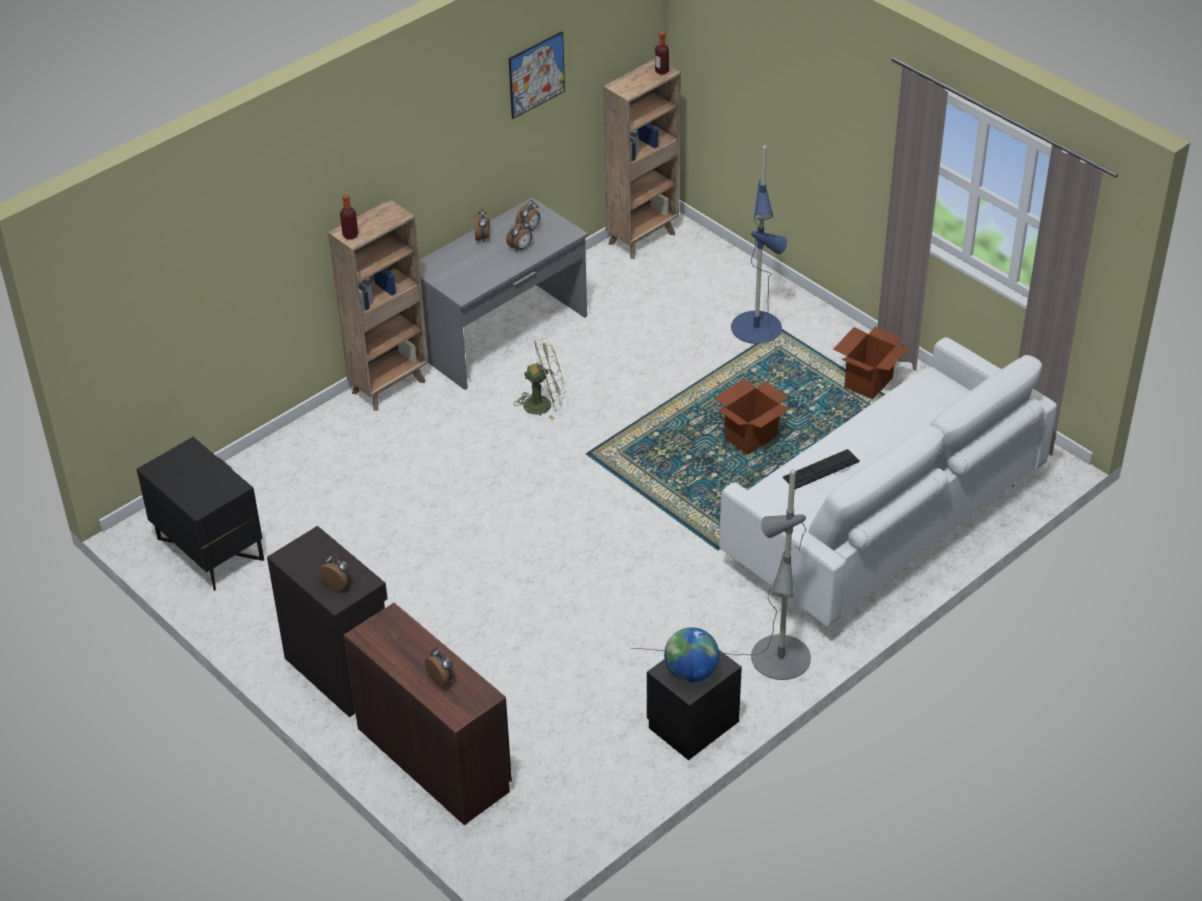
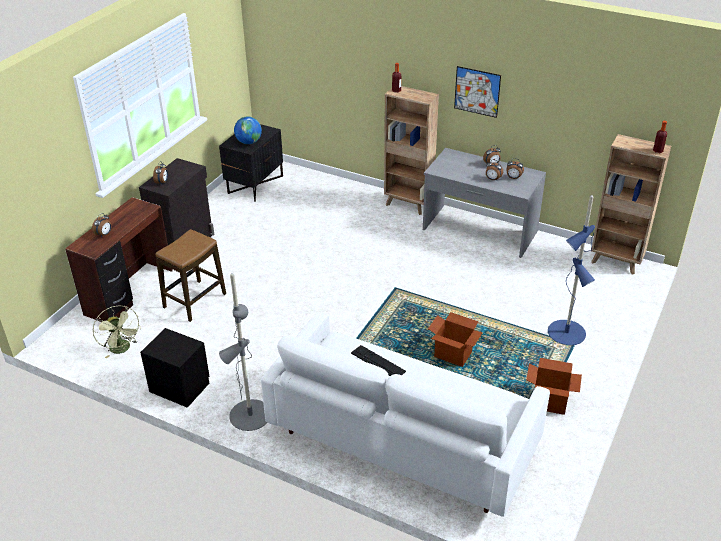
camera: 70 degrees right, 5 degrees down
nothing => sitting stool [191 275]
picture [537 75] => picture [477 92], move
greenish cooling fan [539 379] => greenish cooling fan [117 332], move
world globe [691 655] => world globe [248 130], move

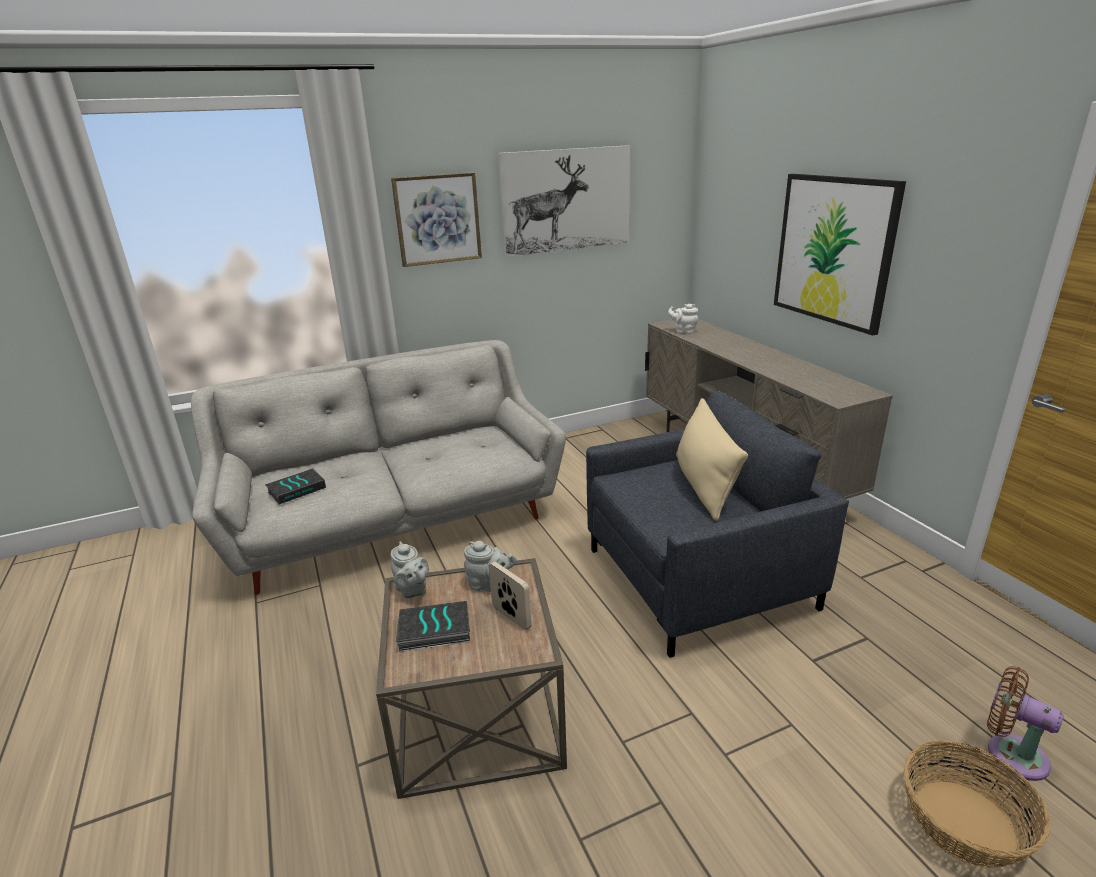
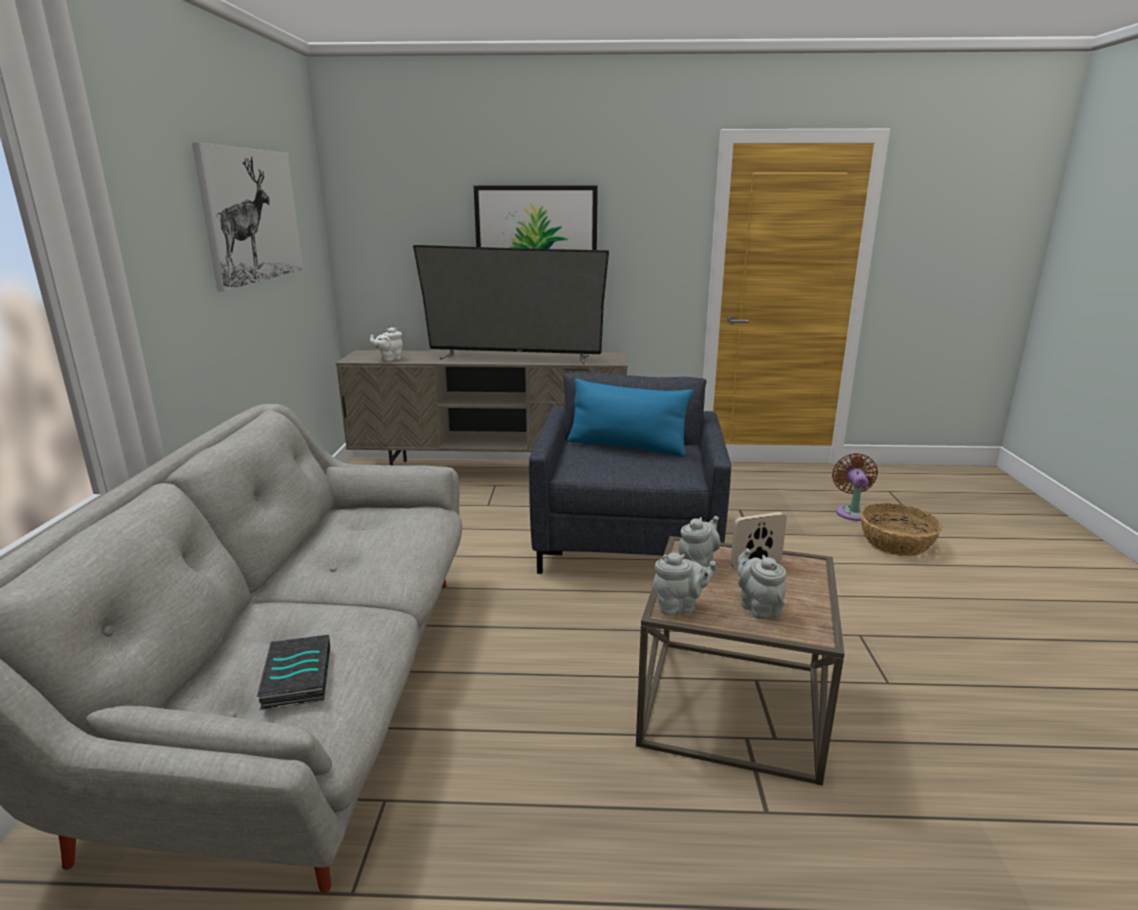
camera: 65 degrees left, 5 degrees down
picture [436 219] => nothing
nothing => TV set [511 304]
volume [433 626] => grey tea pot [761 583]
sand-coloured cushion [712 459] => bluish cushion [630 418]
brownish cooling fan [1025 723] => brownish cooling fan [855 487], 120 degrees clockwise

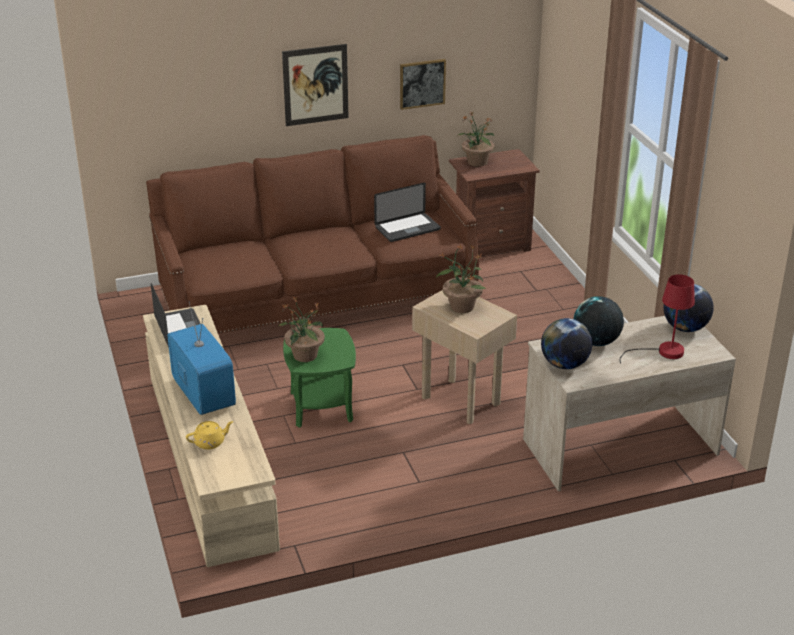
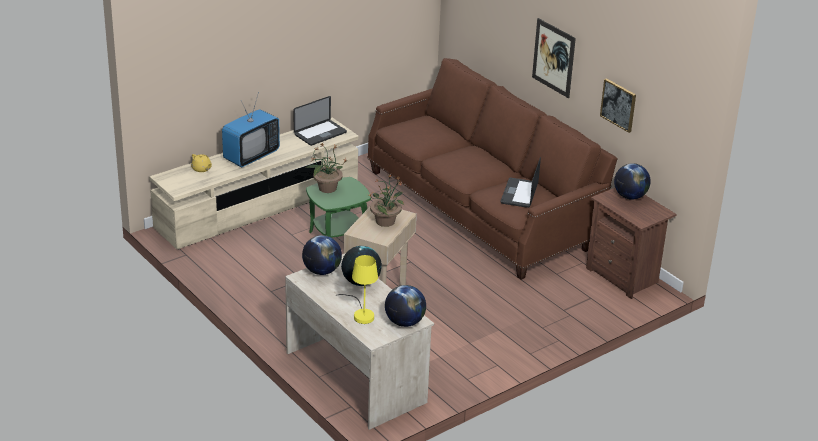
camera: 70 degrees right, 0 degrees up
houseplant [476 139] => world globe [632 181]
red-coloured lamp for a table [657 319] => yellow-coloured lamp for a table [356 289]
laptop [407 212] => laptop [521 182], 60 degrees clockwise

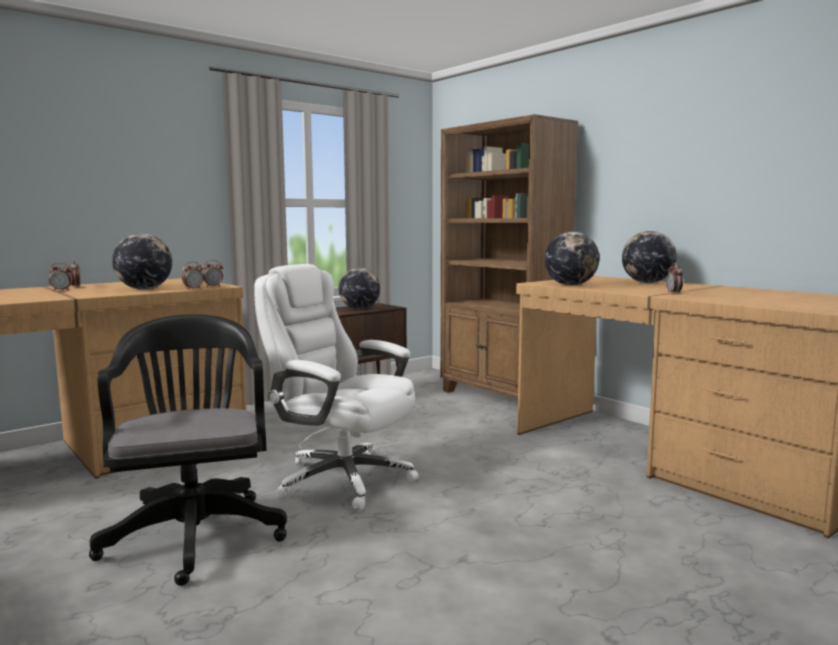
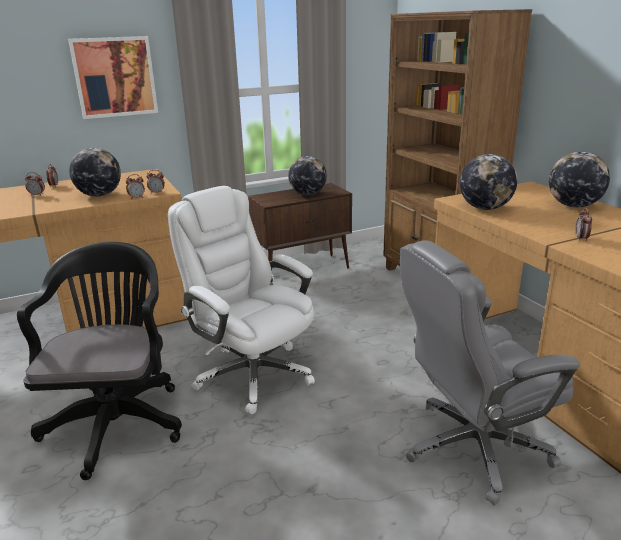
camera: 15 degrees right, 15 degrees up
nothing => picture [113 77]
nothing => grey office chair [490 372]

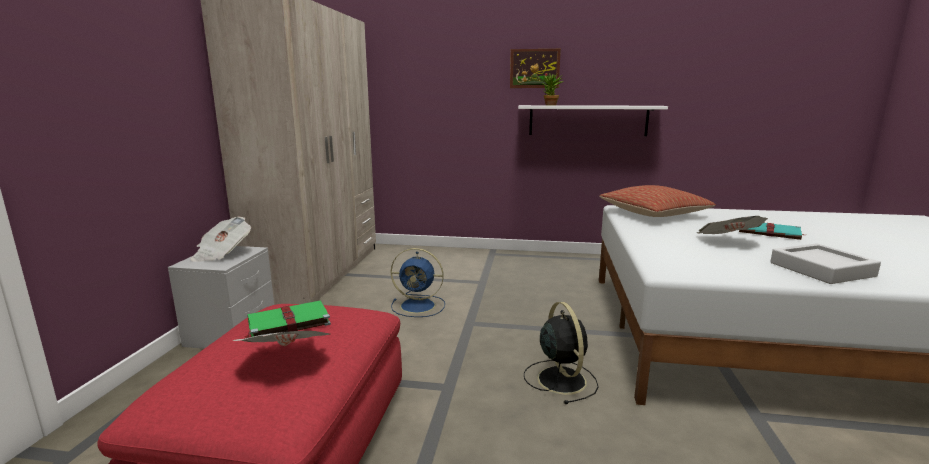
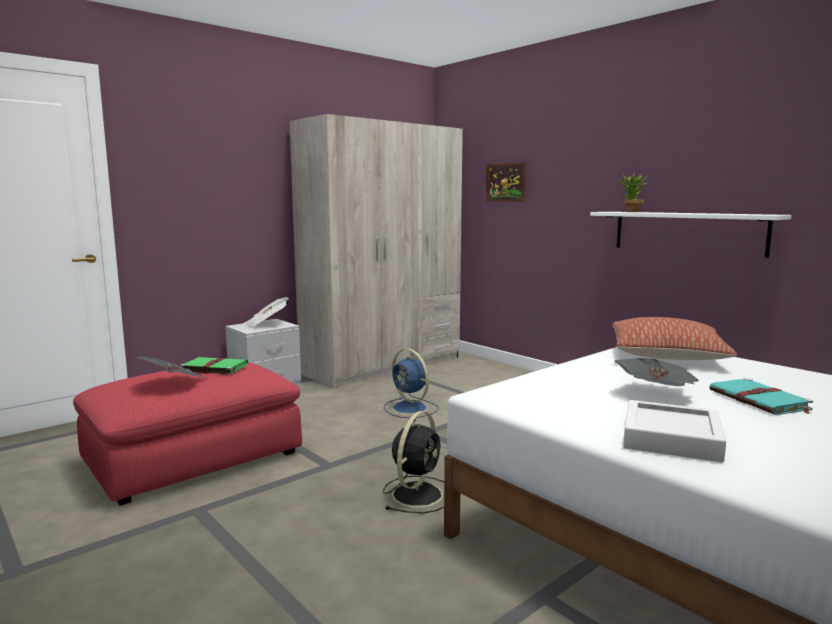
camera: 40 degrees right, 5 degrees down
picture [535 68] => picture [505 182], move

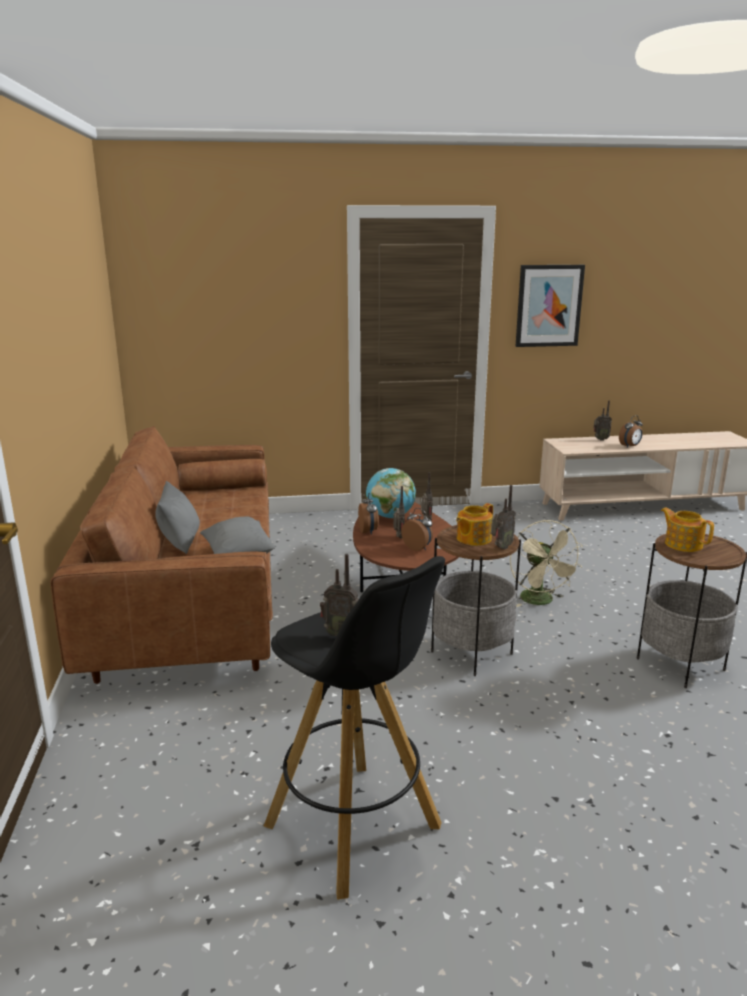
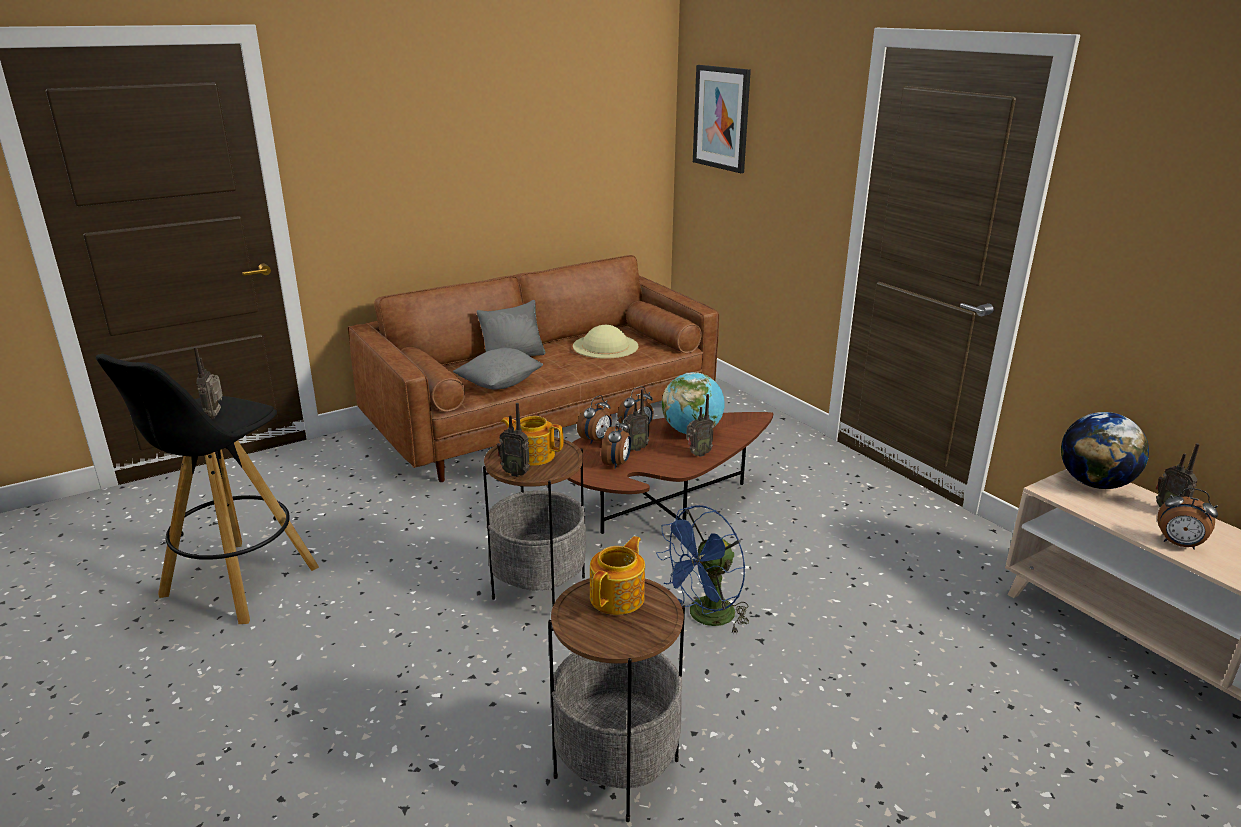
camera: 65 degrees right, 5 degrees up
nothing => sand-coloured wearable hat [606 342]
nothing => alarm clock [594 419]
nothing => world globe [1105 450]
picture [550 306] => picture [722 119], move
sand-coloured cooling fan [546 563] => bluish cooling fan [702 570]

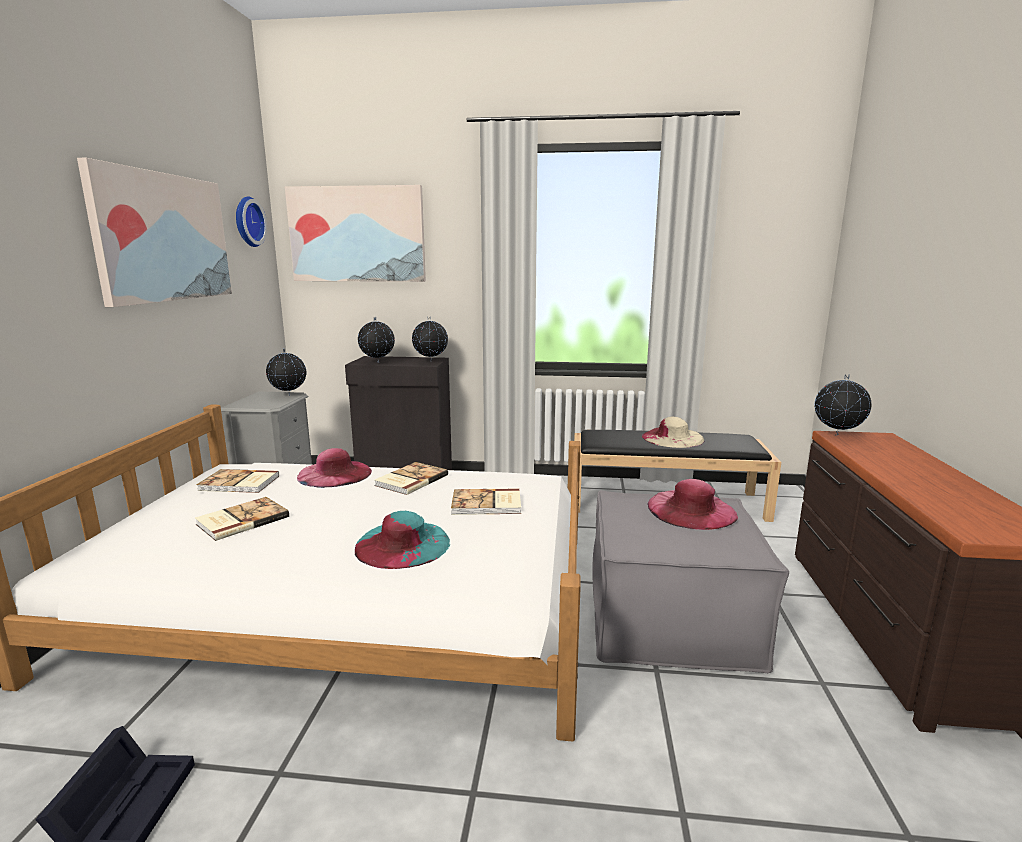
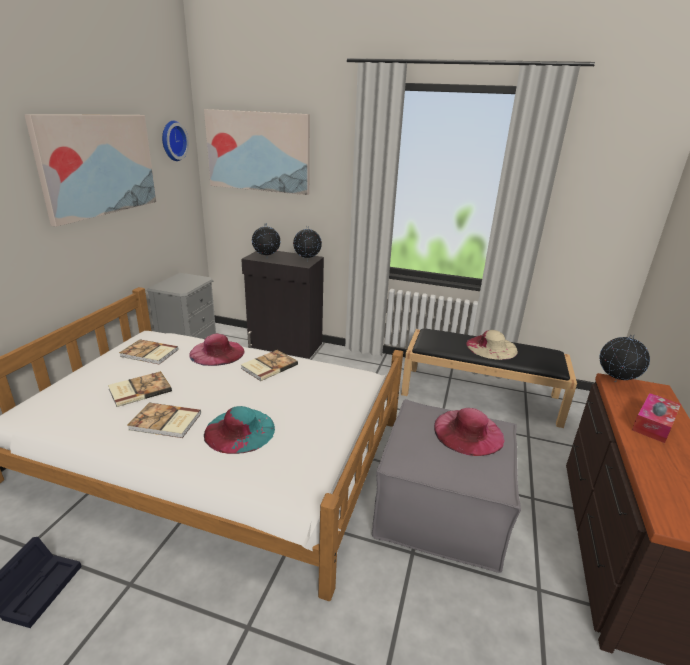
camera: 10 degrees right, 10 degrees up
world globe [286 372] => nothing
nothing => box of tissues [656 418]
volume [486 502] => volume [164 420], move

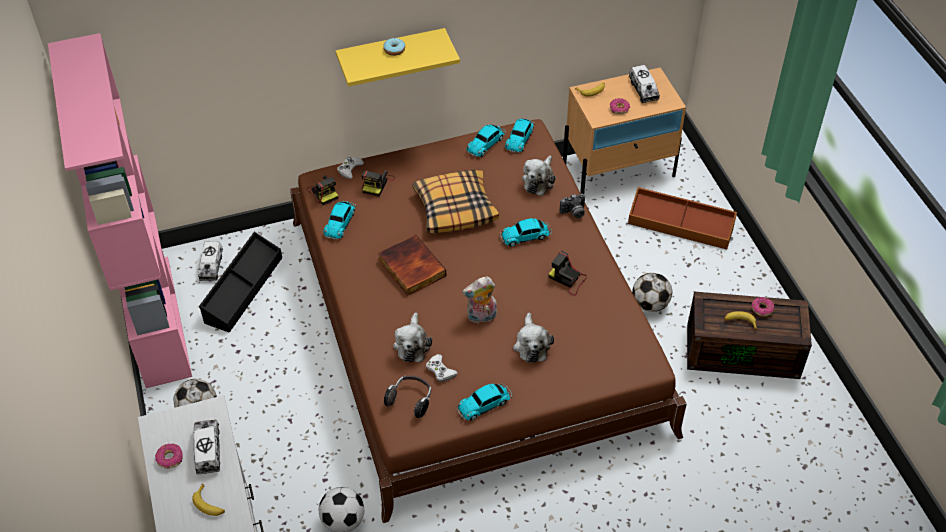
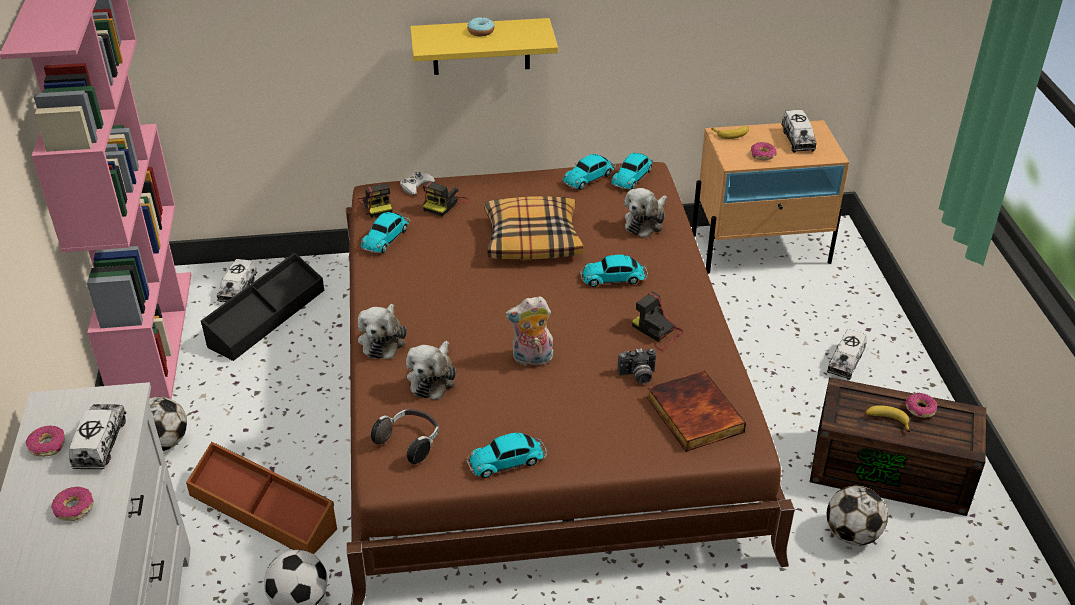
camera: 10 degrees right, 10 degrees down
white gamepad [442 368] => nothing
nothing => model truck [847 354]
volume [412 265] => volume [696 411], move
soft toy [533 338] => soft toy [382 331], move
still camera [572 205] => still camera [637 366], move
brownish storage container [682 218] => brownish storage container [261 498], move
football ball [652 292] => football ball [857 515], move
whole banana [208 500] => donut [72 504]

